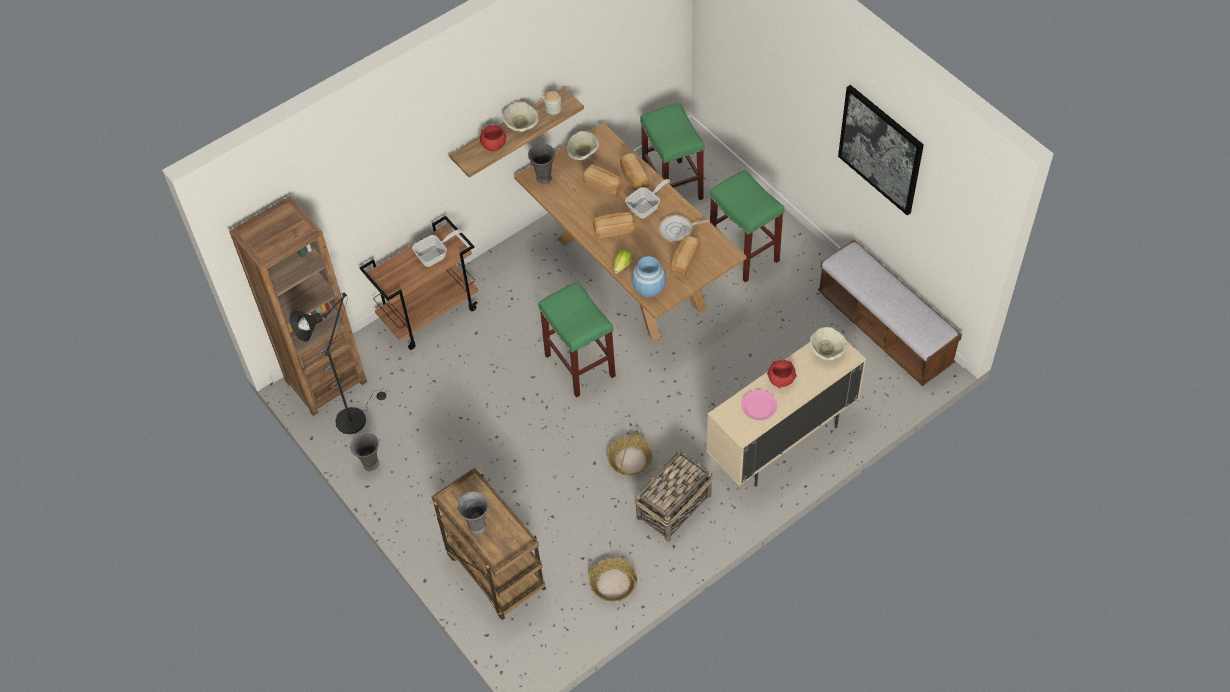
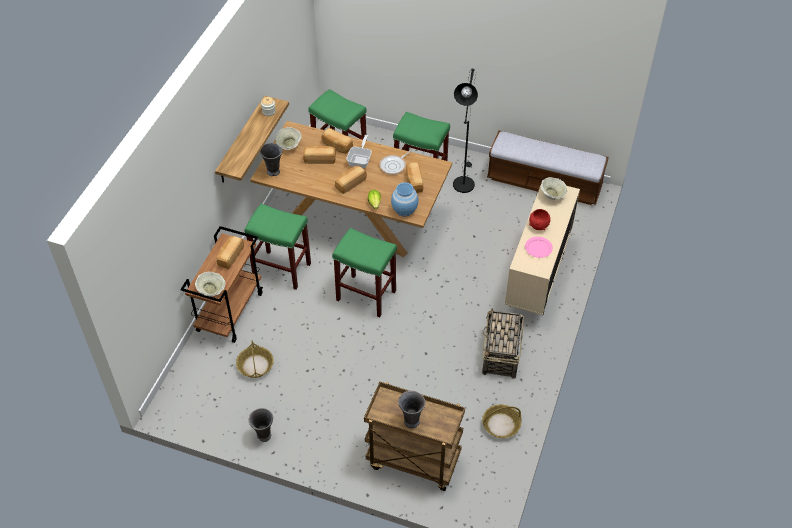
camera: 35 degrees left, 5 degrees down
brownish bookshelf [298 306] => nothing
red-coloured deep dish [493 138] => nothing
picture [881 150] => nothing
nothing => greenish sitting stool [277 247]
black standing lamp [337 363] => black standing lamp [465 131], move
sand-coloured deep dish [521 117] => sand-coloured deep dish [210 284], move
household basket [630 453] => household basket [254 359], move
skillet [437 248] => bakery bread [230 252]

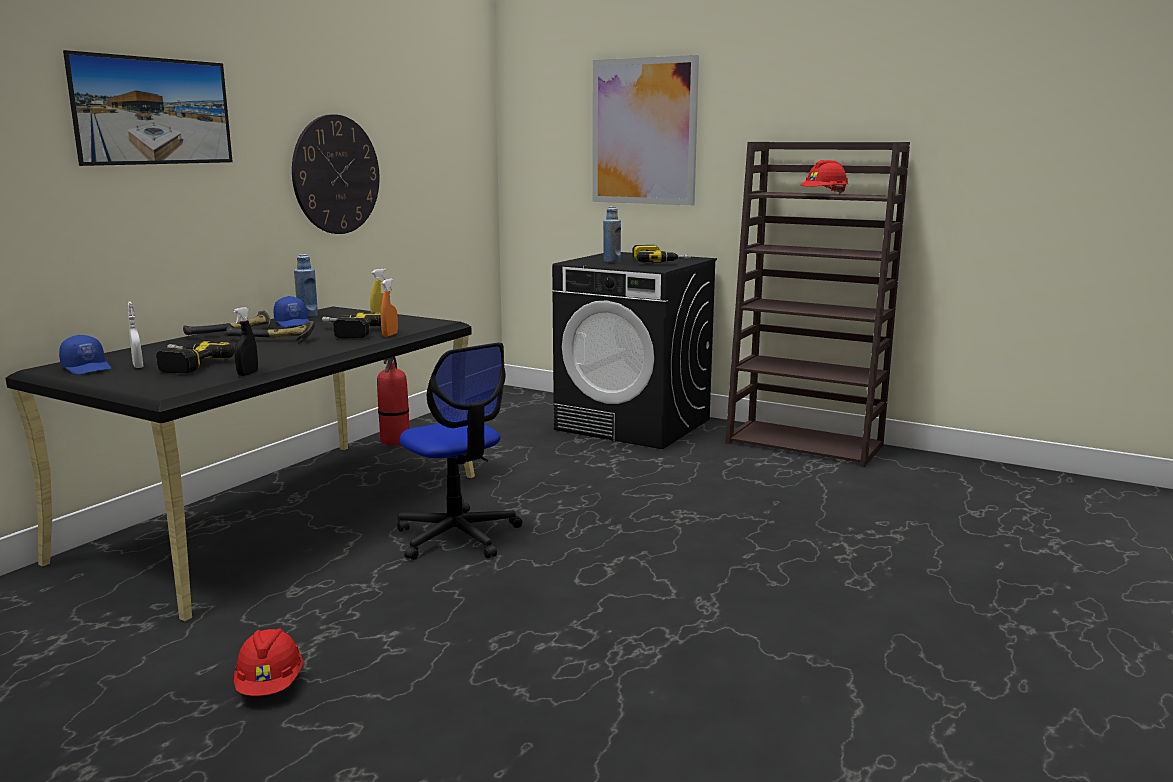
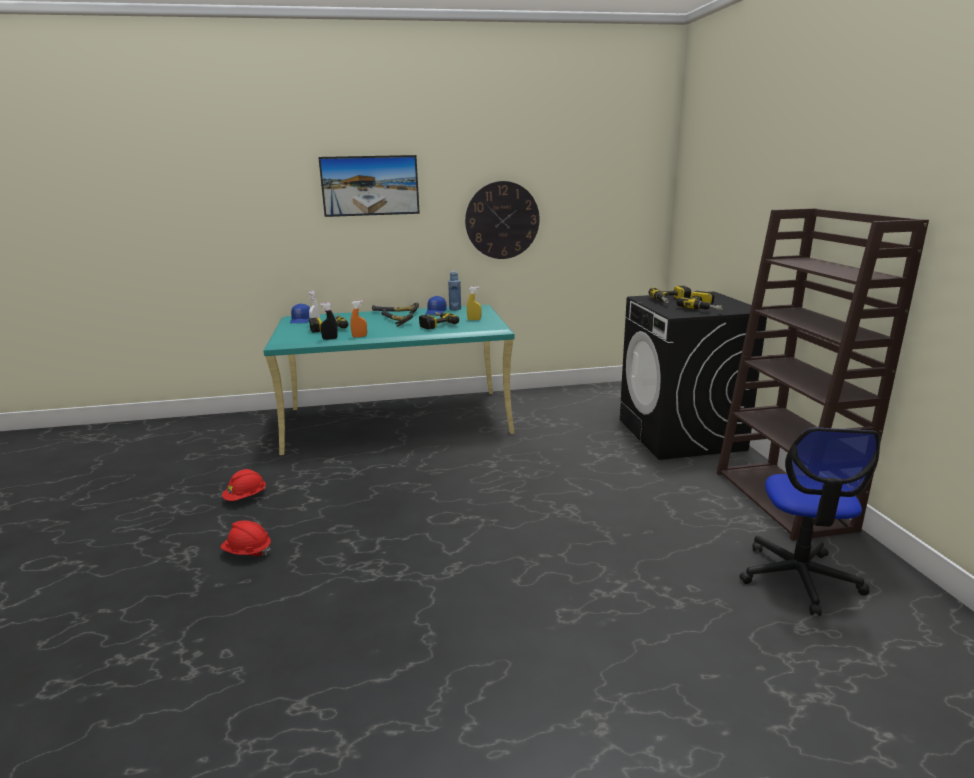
camera: 50 degrees right, 5 degrees up
extinguisher [393 401] => nothing
picture [645 130] => nothing
orange-coloured spray bottle [389 307] => orange-coloured spray bottle [358 319], move
office chair [459 451] => office chair [810 522], move
red-coloured hard hat [824 177] => red-coloured hard hat [246 538], move
bluish bottle [612 235] => electric drill [670 294]
black desk table [240 464] => turquoise-coloured desk table [388 380]

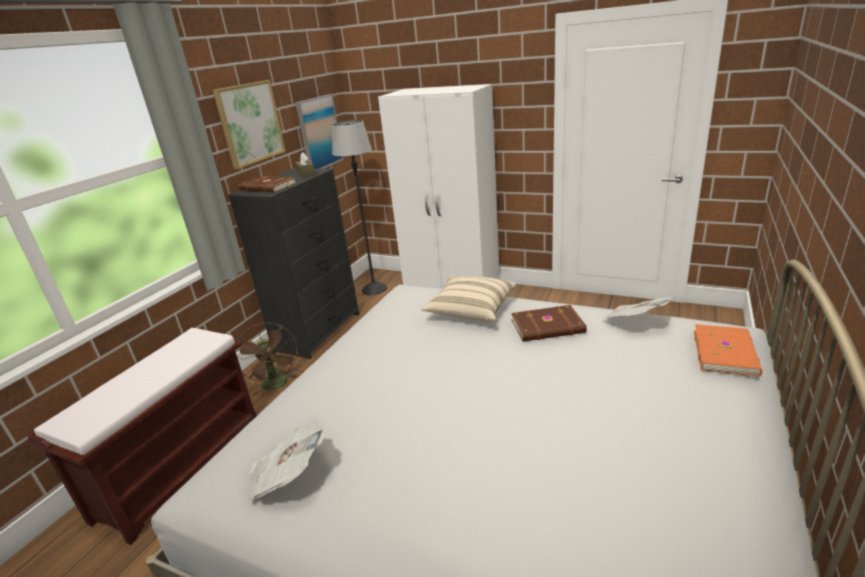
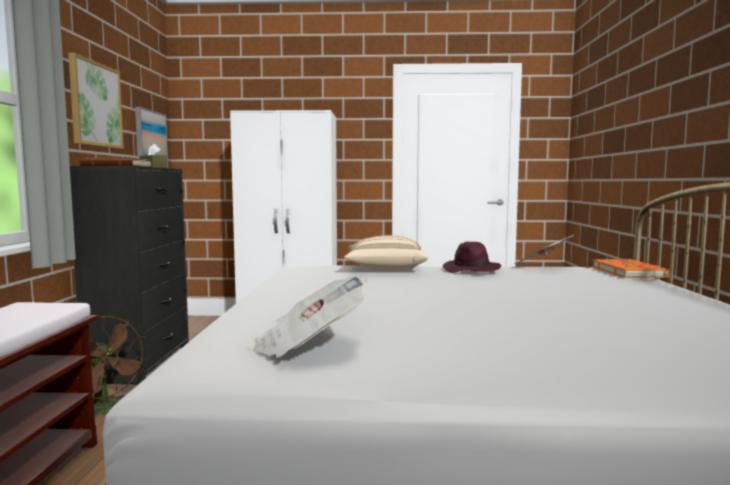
camera: 25 degrees left, 20 degrees down
standing lamp [359 207] => nothing
brownish volume [549 323] => purplish wearable hat [472 257]

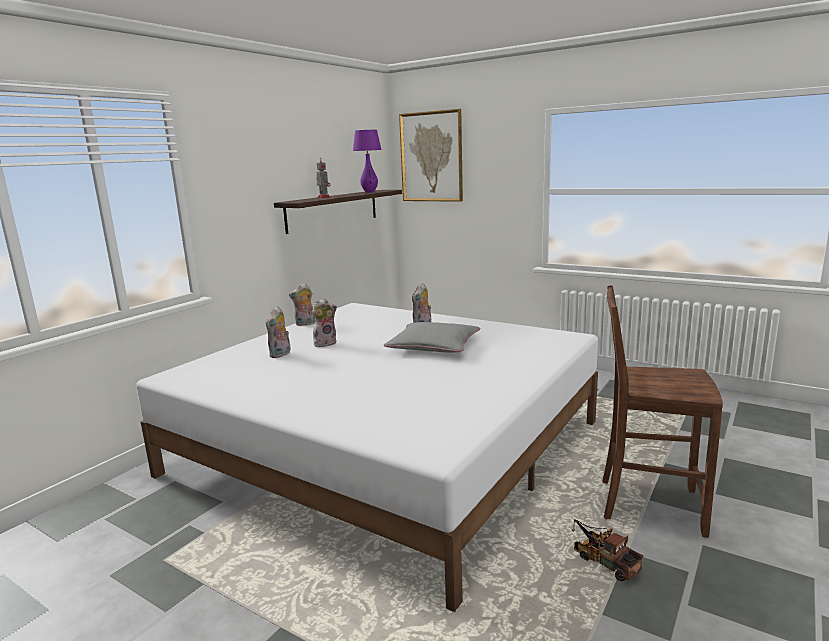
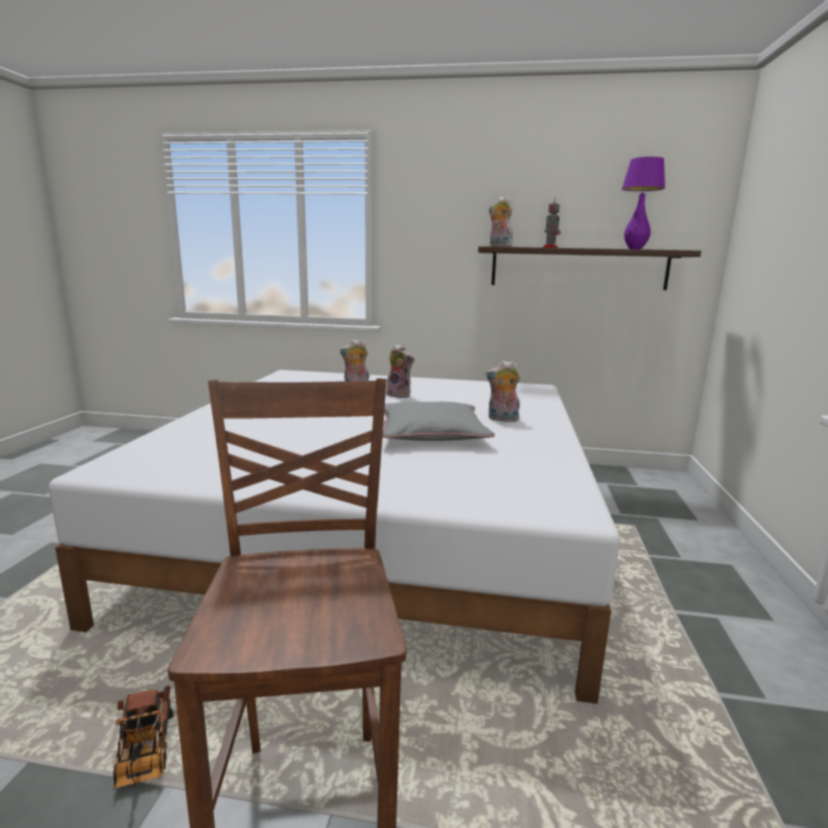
camera: 65 degrees right, 0 degrees up
picture [431 155] => nothing
soft toy [302 304] => soft toy [501 221], move
model truck [607 550] => model truck [143 737], 135 degrees clockwise

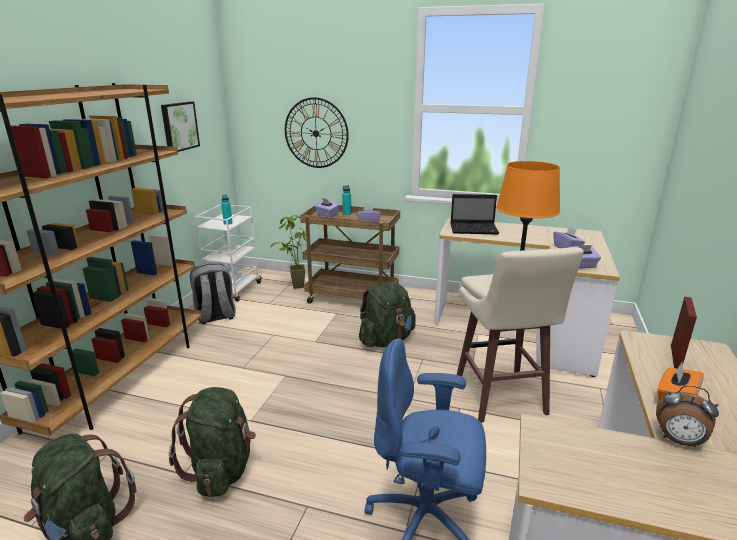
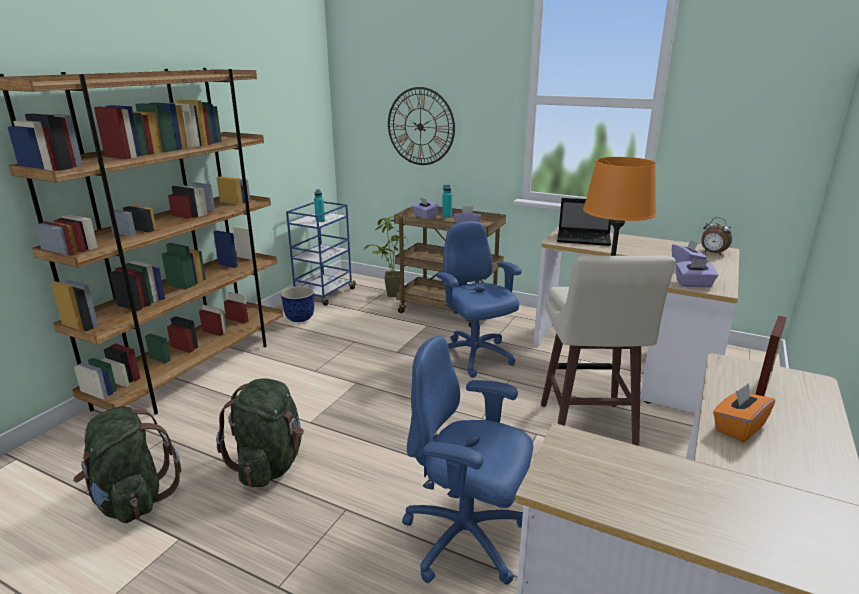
camera: 10 degrees right, 0 degrees up
picture [180 127] => nothing
alarm clock [687 416] => alarm clock [716 236], move
grey rucksack [212 293] => planter [297 304]
greenish rucksack [387 314] => bluish office chair [478 299]
white wheeled cart [228 253] => bluish wheeled cart [321 254]

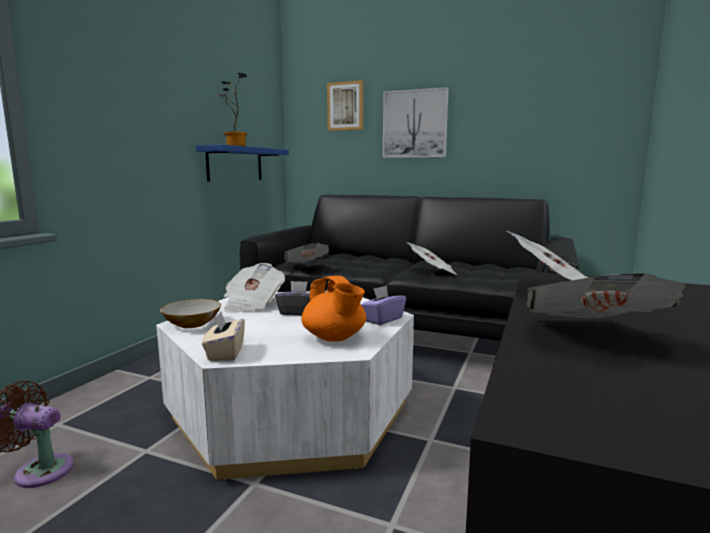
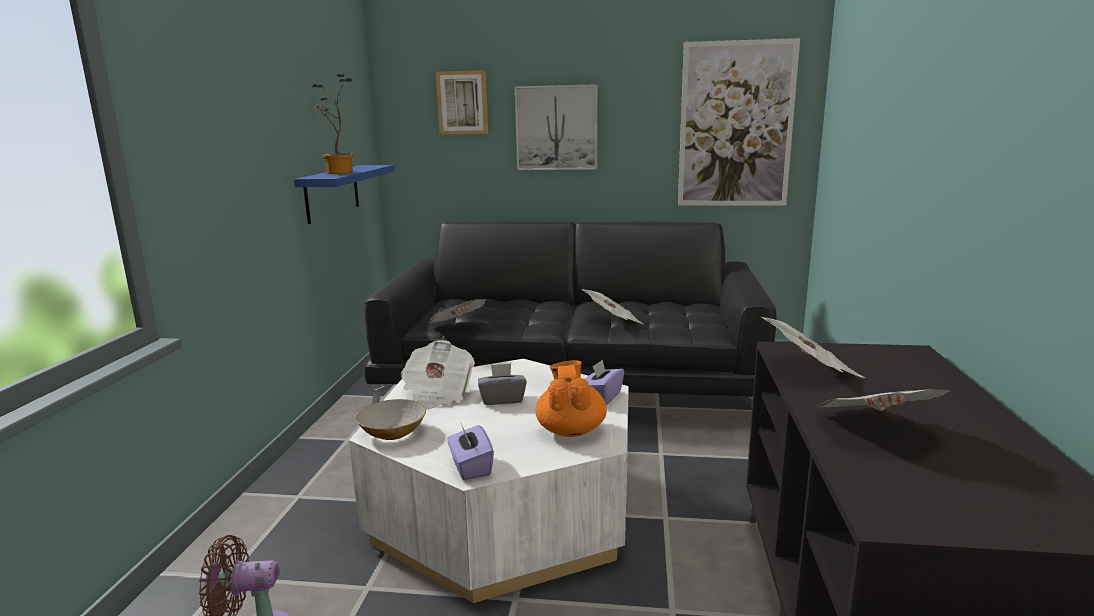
camera: 15 degrees left, 5 degrees up
nothing => picture [739 122]
sand-coloured box of tissues [223 336] => purplish box of tissues [470 452]
orange-coloured tea pot [333 309] => orange-coloured tea pot [571 398], 135 degrees counterclockwise

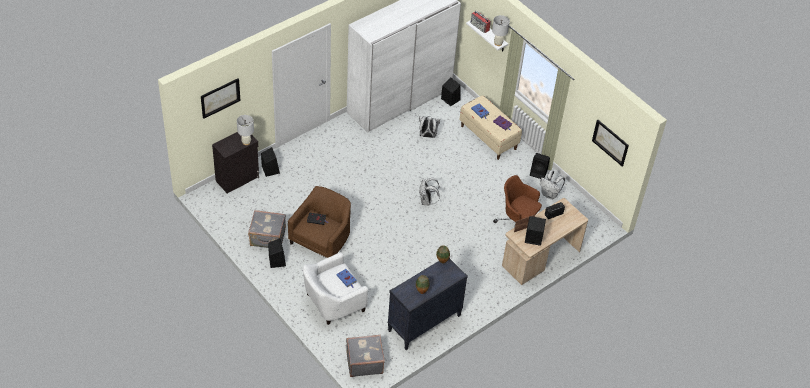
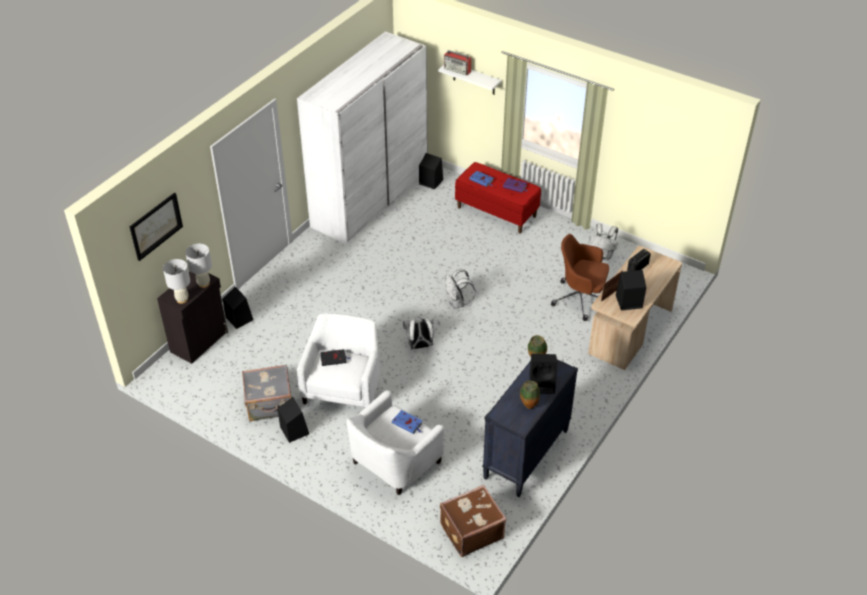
camera: 15 degrees left, 5 degrees down
picture [610 143] => nothing
white rucksack [429 127] => white rucksack [418 333], move
white lamp for a table [501 30] => white lamp for a table [176 281], move
black loudspeaker [540 166] => black loudspeaker [543 374], move
brownish easy chair [319 222] => white easy chair [338 360]
grey suitcase [365 356] => brownish suitcase [473 521]
sand-coloured bench [491 127] => red-coloured bench [498 198]

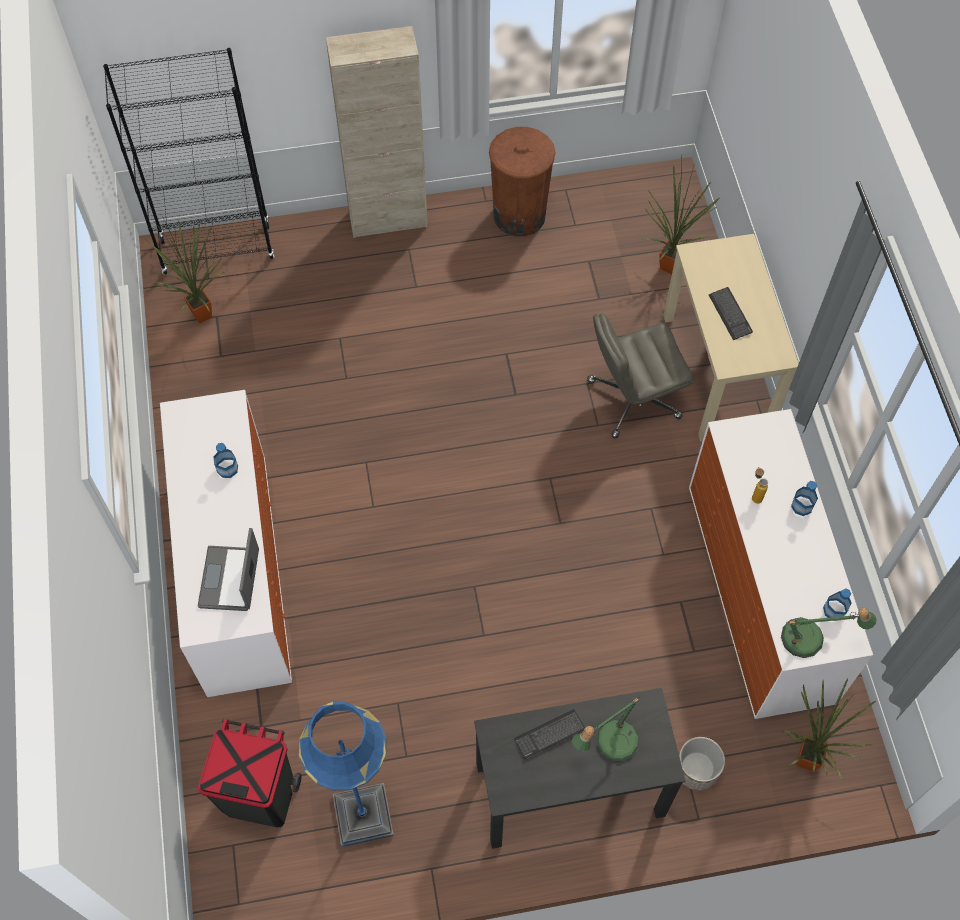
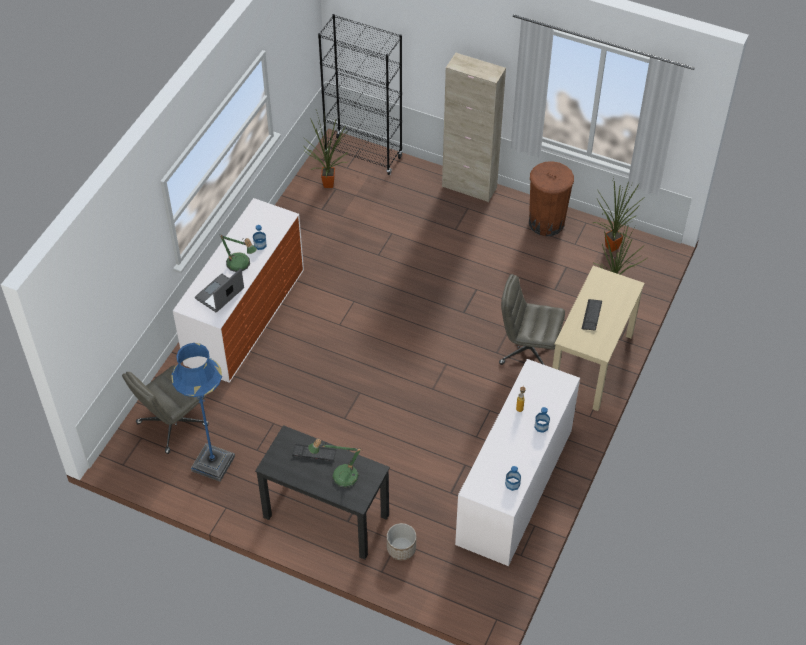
camera: 35 degrees right, 10 degrees down
lamp for a table [829 633] => lamp for a table [238 253], move
houseplant [829 729] => houseplant [619 215], move
black waste bin [250 773] => grey office chair [165 409]

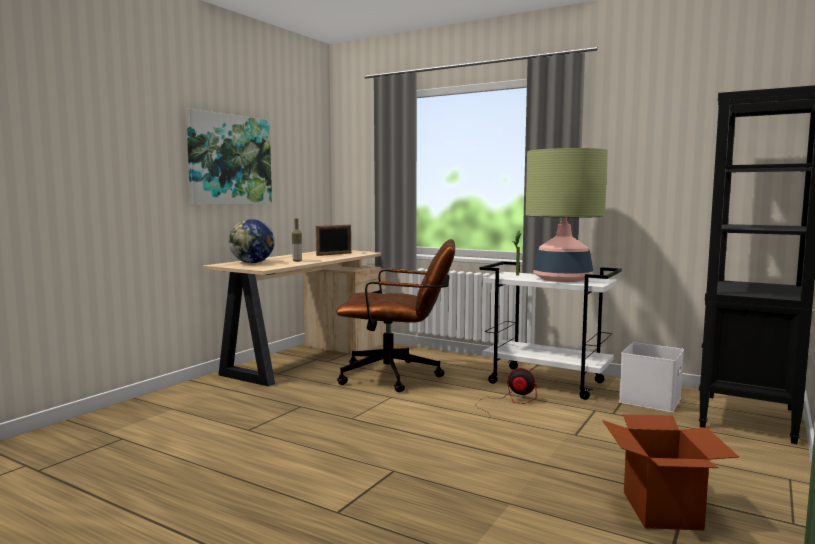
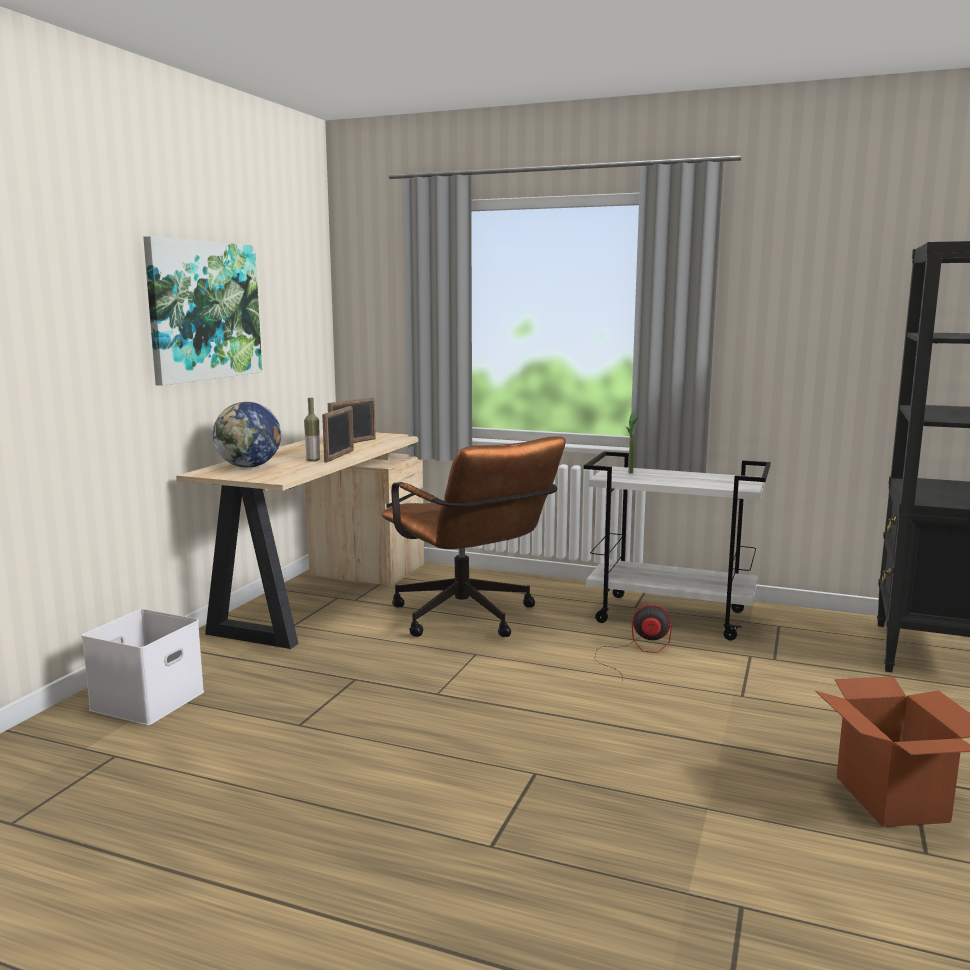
camera: 10 degrees left, 5 degrees up
lamp for a table [567 215] => nothing
nothing => picture frame [338 434]
white storage container [651 377] => white storage container [142 667], move
brownish office chair [395 315] => brownish office chair [474 536], 60 degrees clockwise

